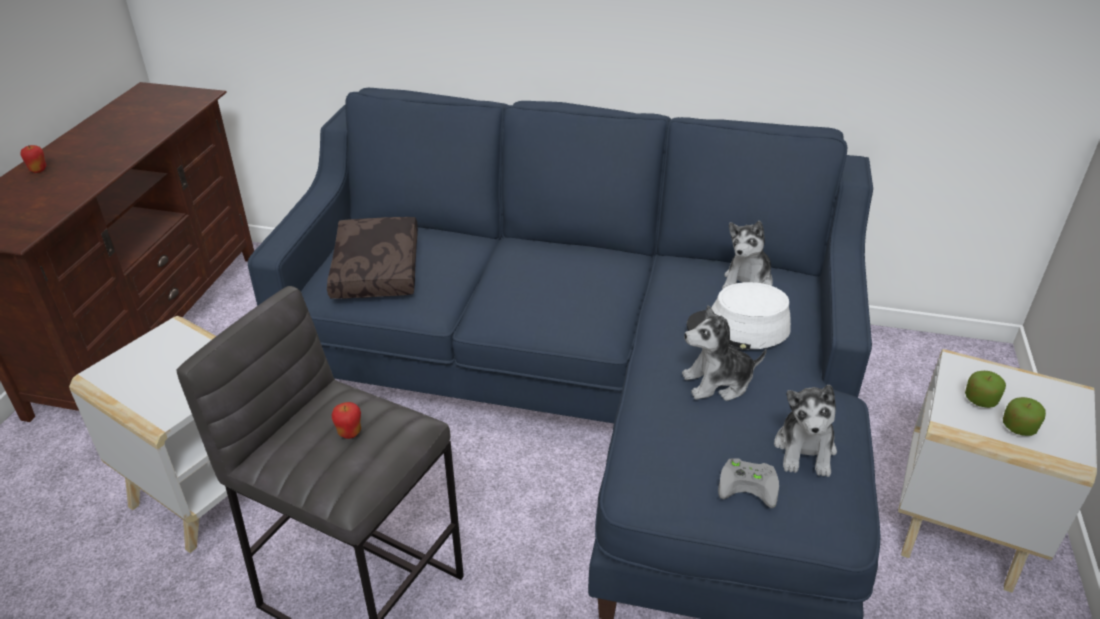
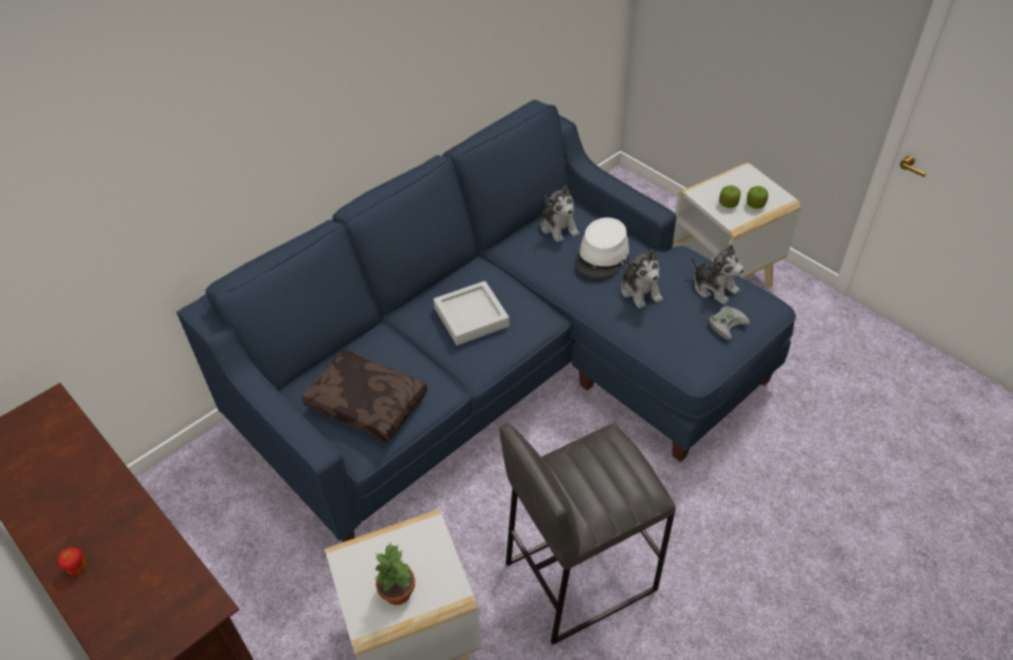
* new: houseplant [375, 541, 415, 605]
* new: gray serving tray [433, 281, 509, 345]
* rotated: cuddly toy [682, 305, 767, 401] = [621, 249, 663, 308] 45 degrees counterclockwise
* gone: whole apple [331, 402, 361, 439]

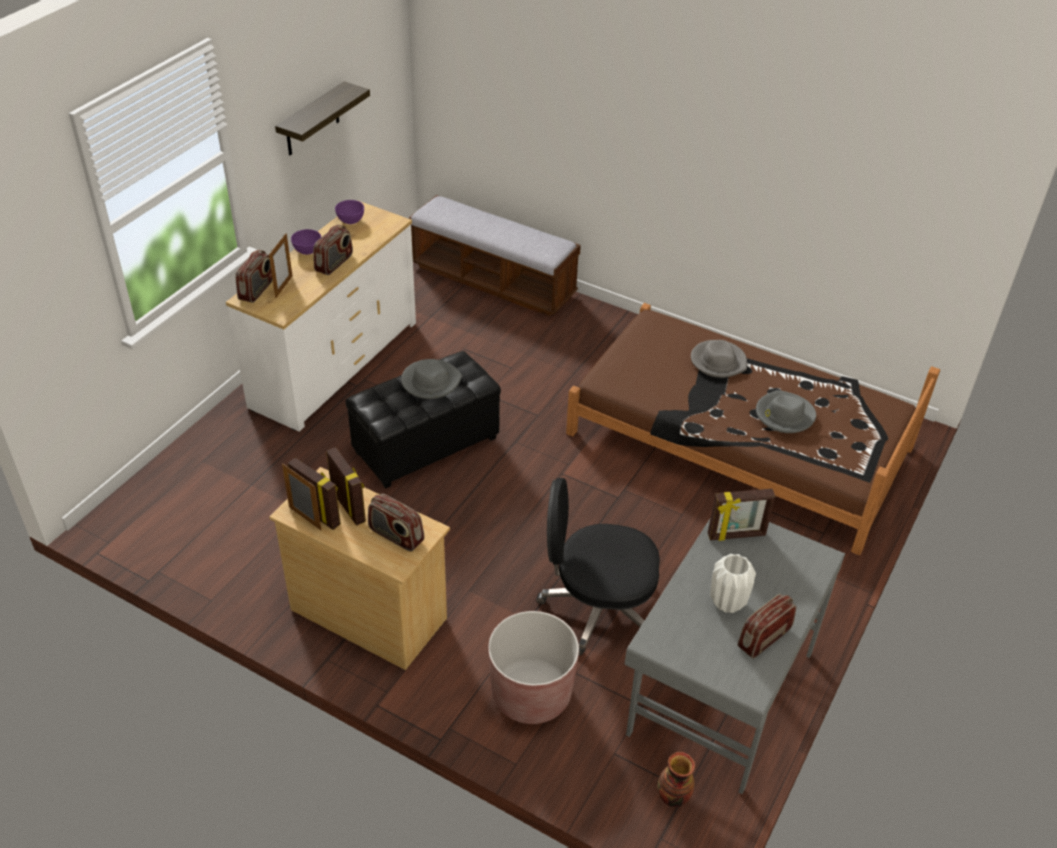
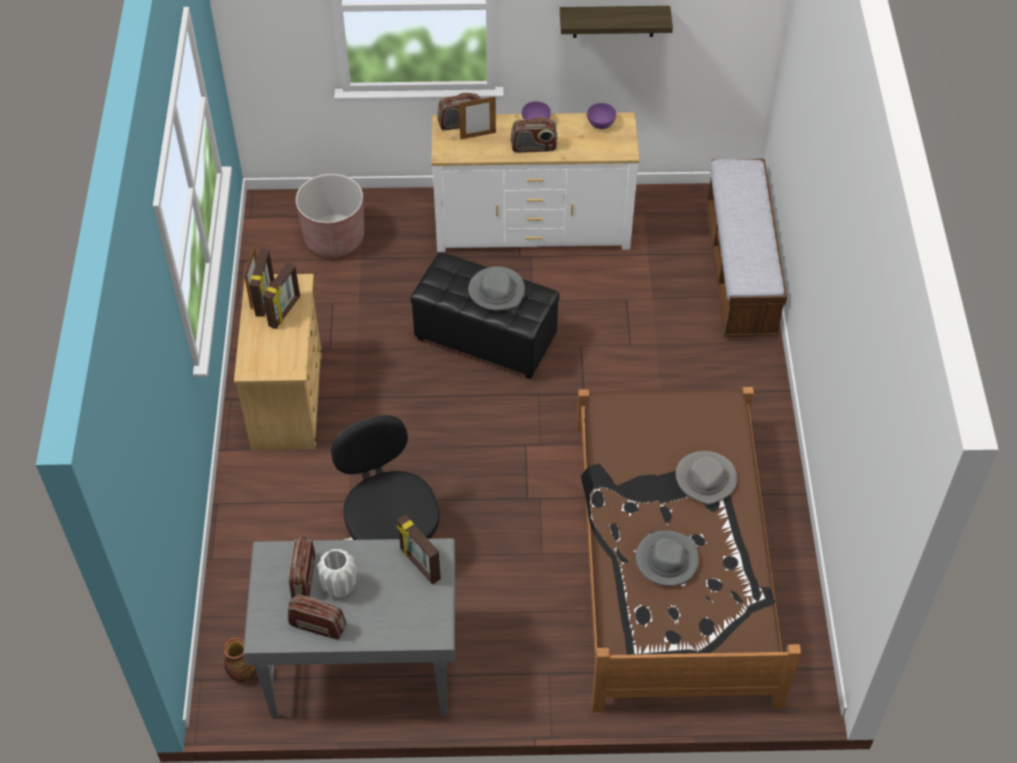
* shifted: radio [368, 494, 424, 552] to [288, 536, 315, 598]
* shifted: brown flower pot [488, 611, 579, 724] to [296, 174, 364, 258]

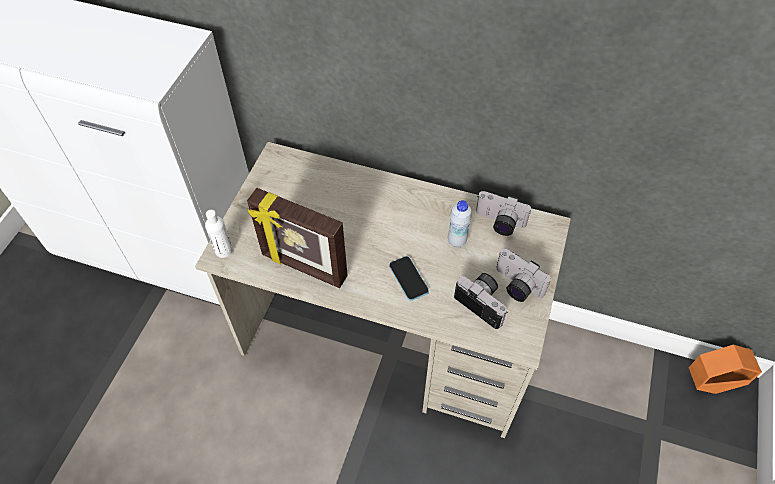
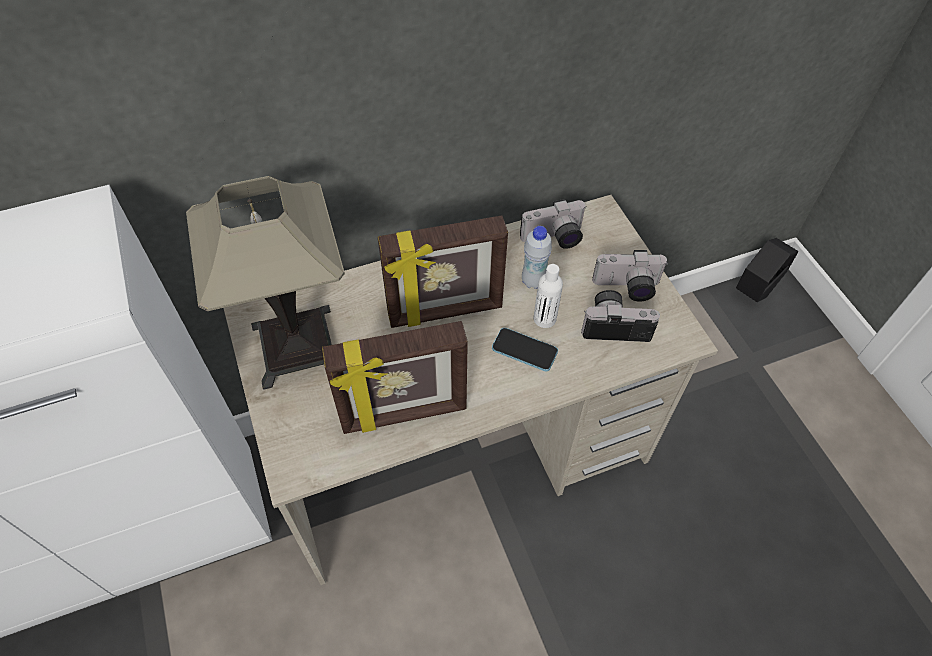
* new: table lamp [186, 176, 345, 390]
* new: standing frame [378, 216, 508, 328]
* shifted: white-coloured beverage bottle [205, 210, 233, 258] to [534, 264, 563, 328]
* repainted: orange flower pot [689, 345, 762, 394] to black-coloured flower pot [736, 238, 799, 302]

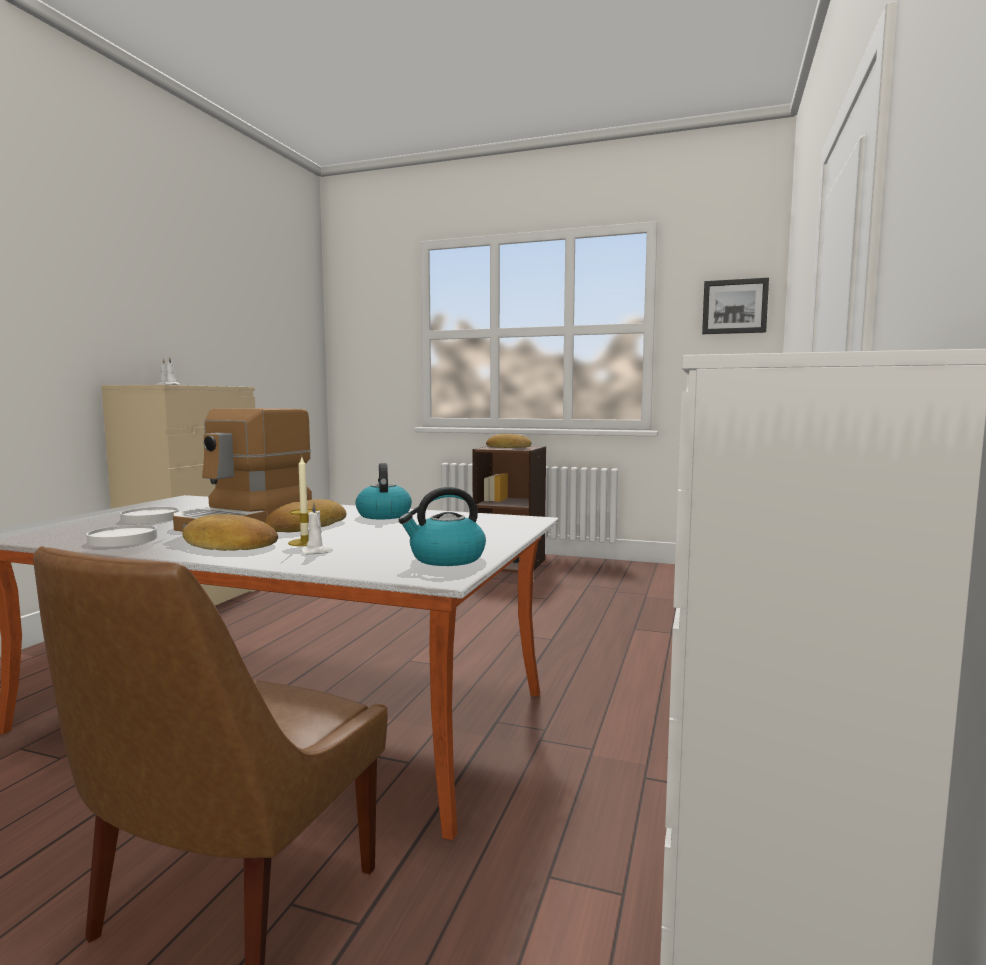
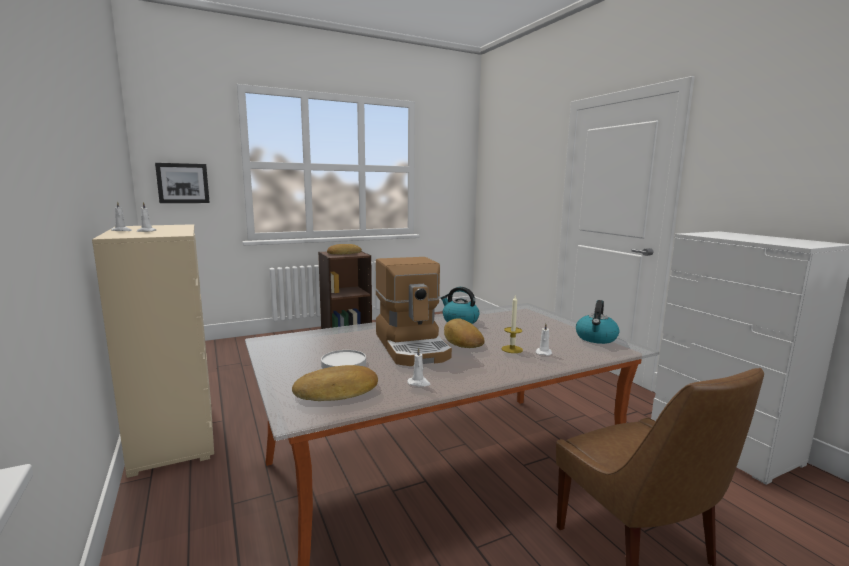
* shifted: wall picture [702, 278, 769, 334] to [155, 163, 210, 203]
* shifted: bakery bread [182, 514, 278, 551] to [292, 365, 378, 401]
* swapped: white-coloured dinner plate [87, 525, 157, 547] to white-coloured wax light [407, 347, 431, 387]

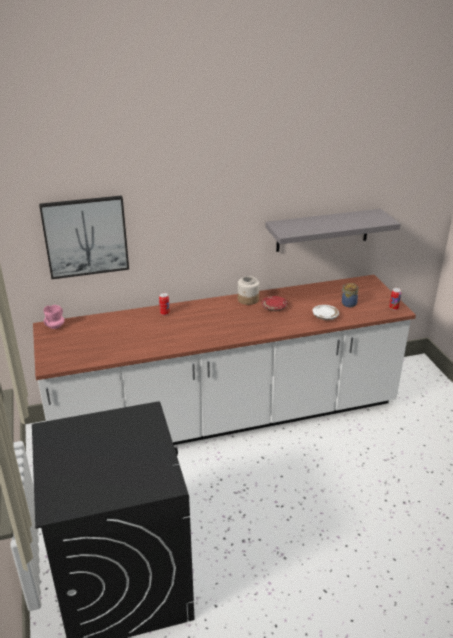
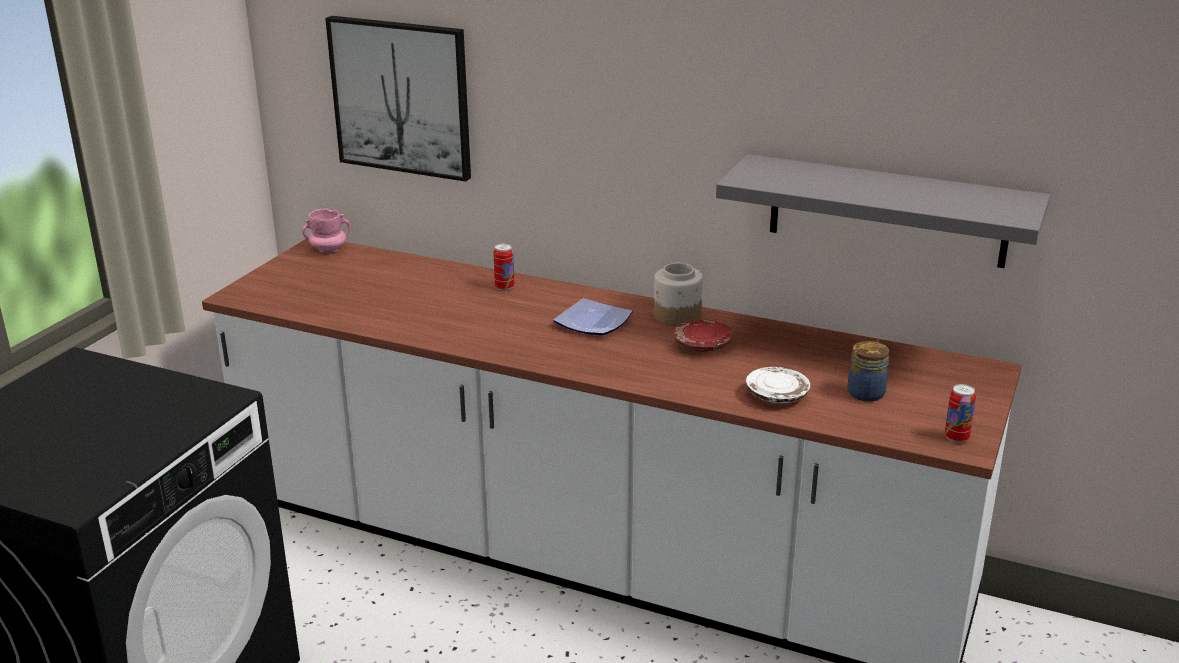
* new: dinner plate [553, 298, 632, 335]

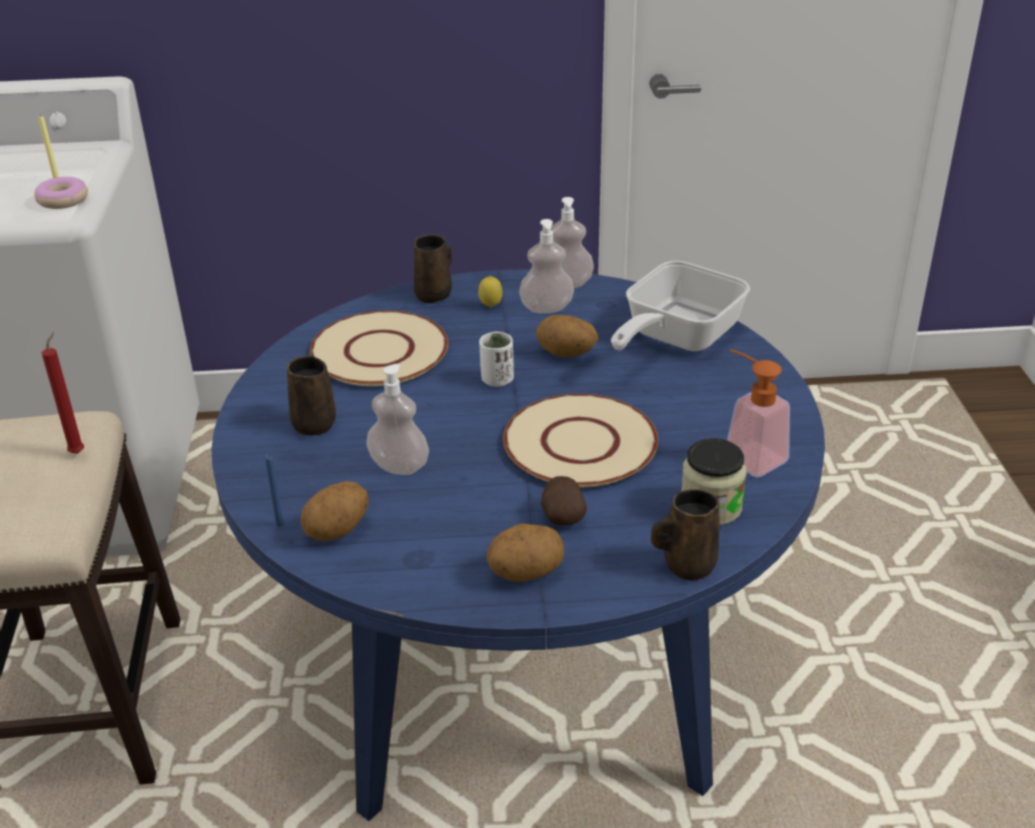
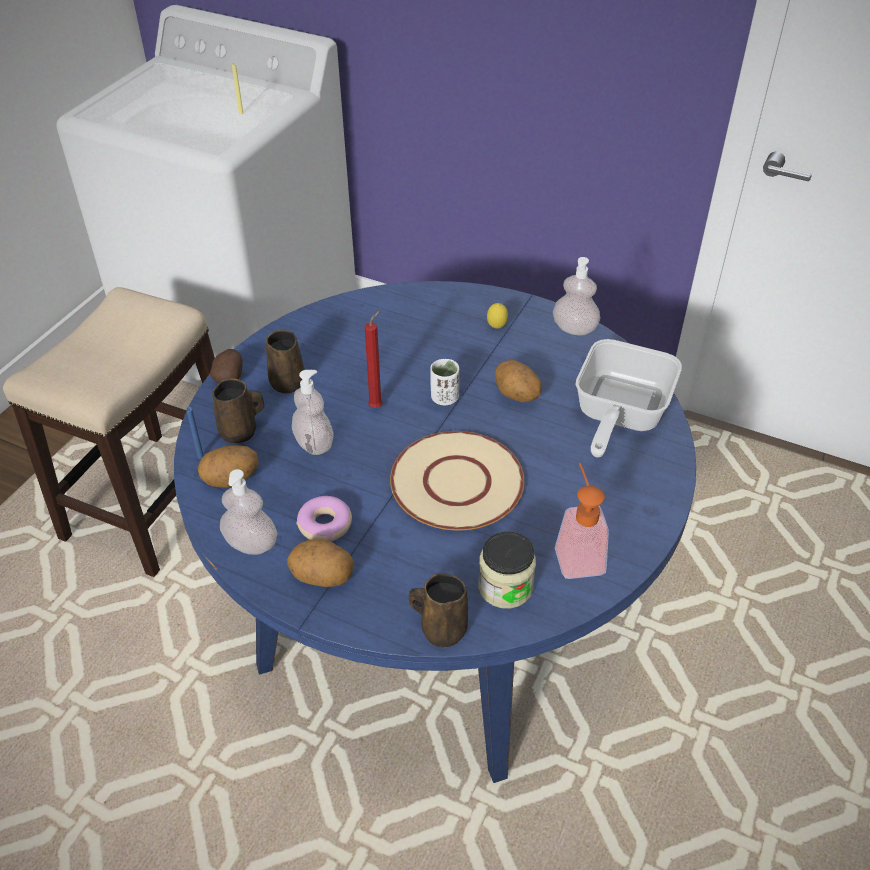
* shifted: whole potato [541, 476, 587, 525] to [210, 349, 243, 383]
* shifted: brown coffee mug [413, 235, 452, 303] to [212, 379, 264, 443]
* shifted: soap dispenser [519, 219, 574, 314] to [220, 469, 277, 555]
* shifted: doughnut [34, 177, 88, 209] to [296, 496, 352, 541]
* shifted: red wax light [42, 332, 84, 454] to [365, 310, 383, 408]
* rotated: skillet [611, 261, 750, 352] = [576, 339, 682, 457] 45 degrees counterclockwise
* gone: beige-coloured dinner plate [310, 311, 448, 386]

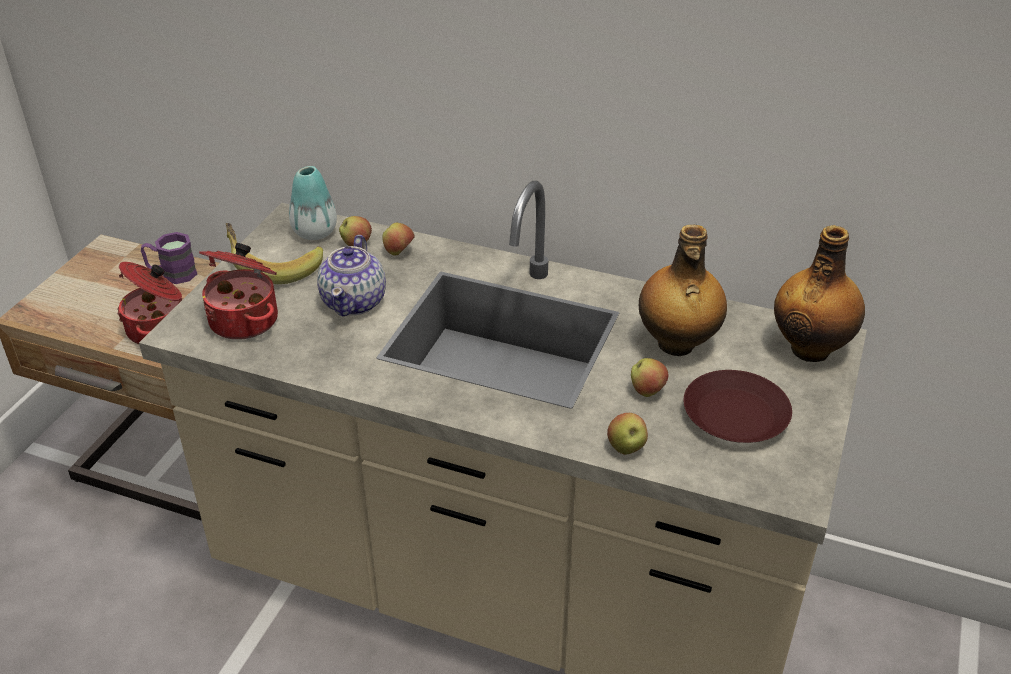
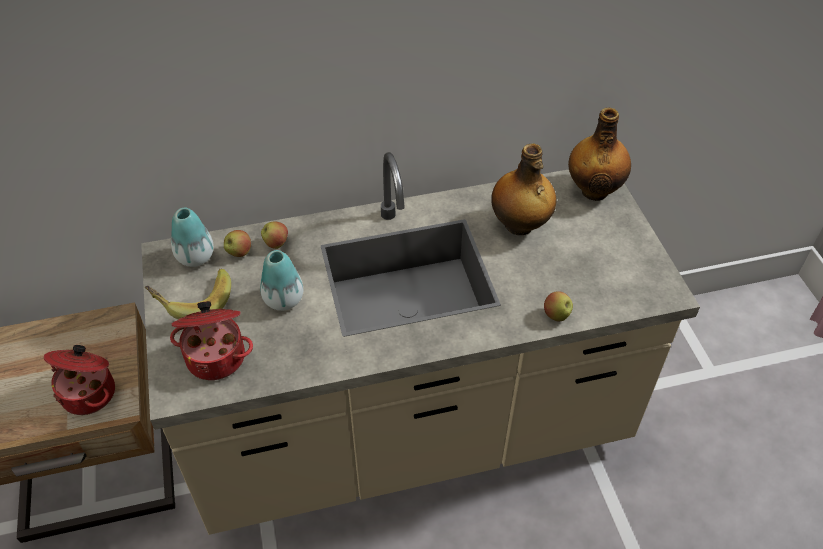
* swapped: pot for tea [317, 235, 386, 317] to flower vase [260, 250, 304, 311]
* gone: purplish coffee mug [141, 232, 197, 284]
* gone: whole apple [631, 358, 669, 397]
* gone: brown dinner plate [683, 370, 792, 443]

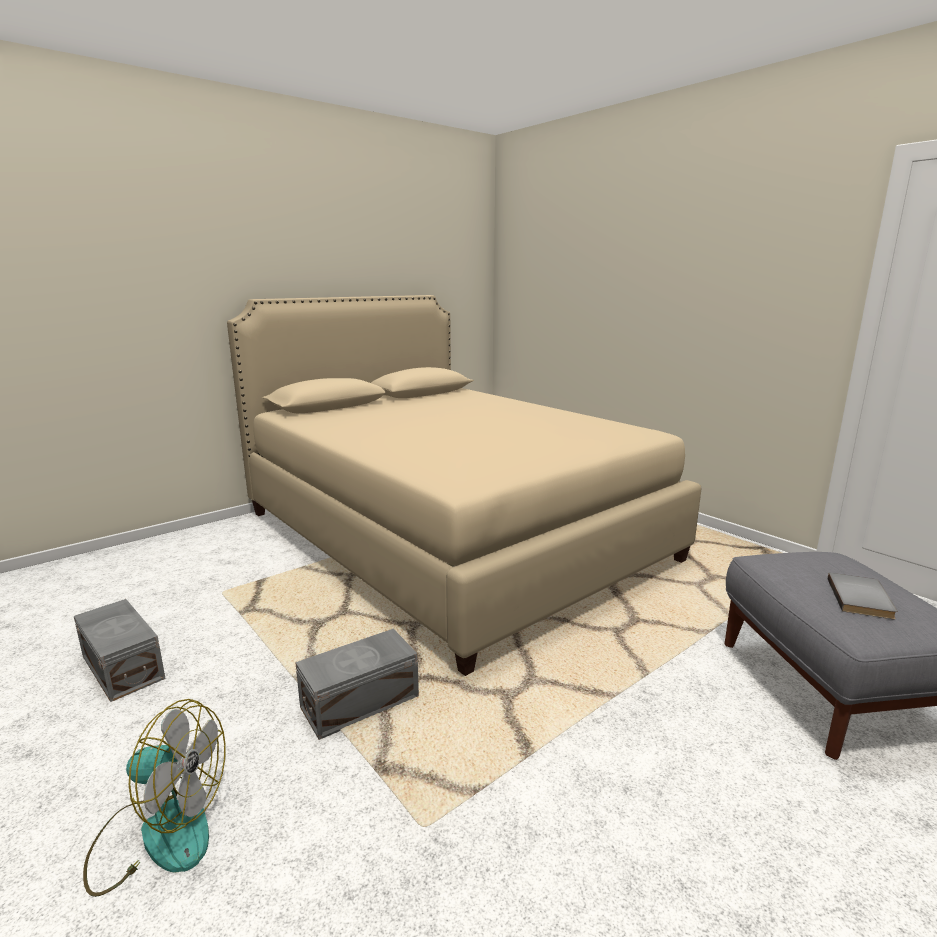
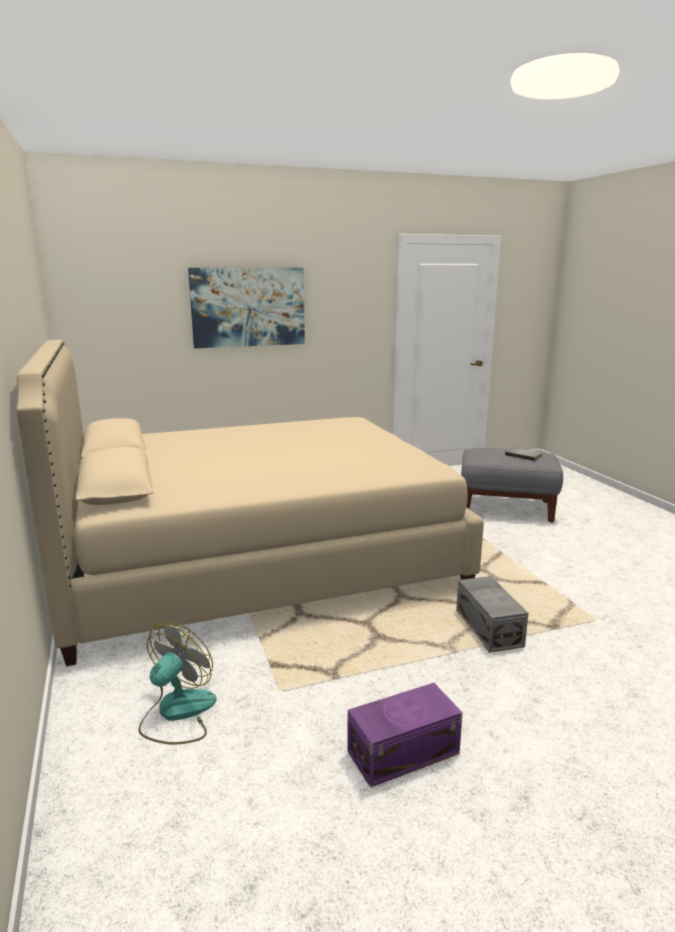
* shifted: cooling fan [83, 699, 226, 897] to [138, 622, 217, 745]
* new: wall picture [188, 268, 305, 348]
* repainted: gray storage bin [74, 599, 166, 702] to purplish storage bin [347, 683, 463, 788]

